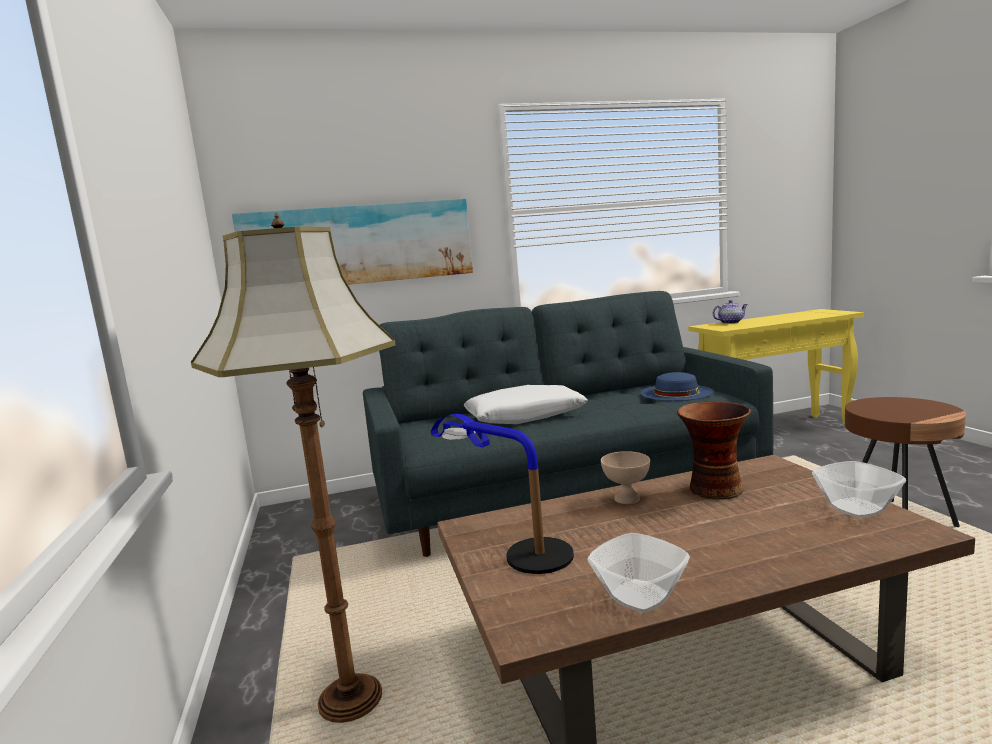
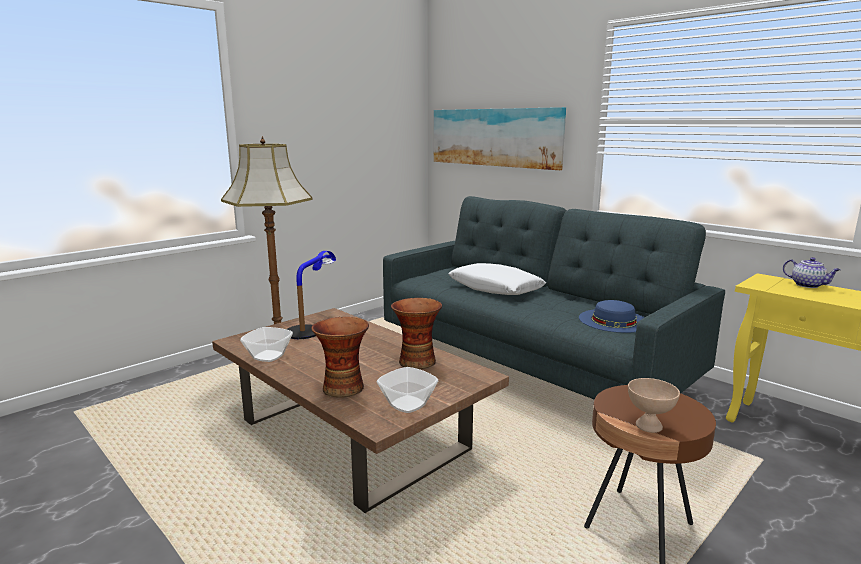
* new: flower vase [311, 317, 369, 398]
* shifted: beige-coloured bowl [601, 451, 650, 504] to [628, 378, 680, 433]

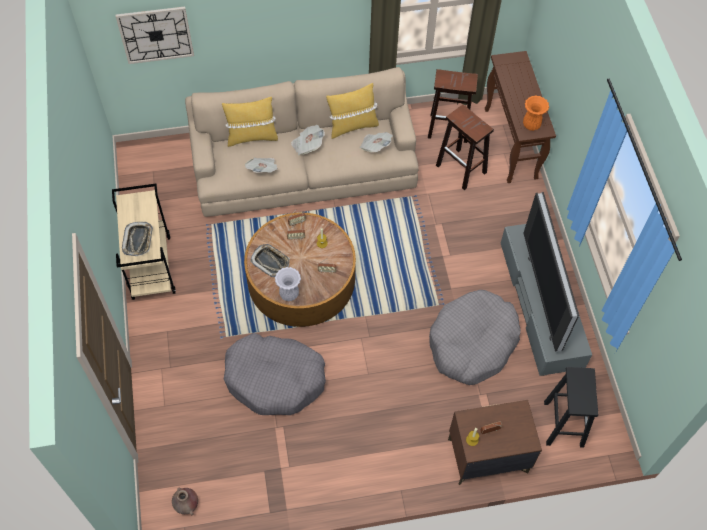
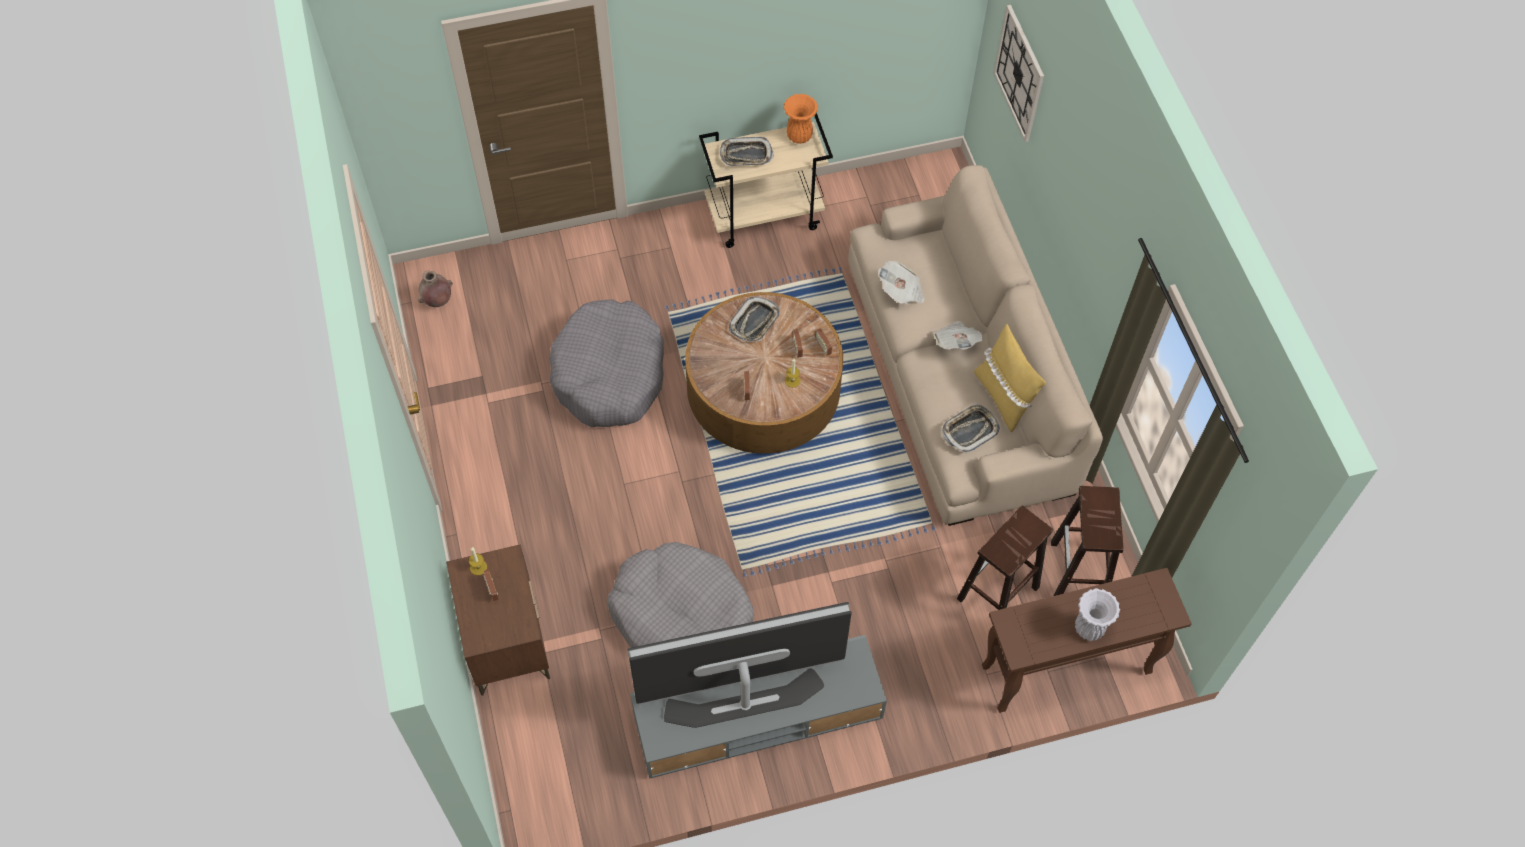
* shifted: orange flower vase [523, 95, 549, 131] to [784, 94, 818, 144]
* swapped: daily paper [359, 132, 393, 153] to serving tray [942, 403, 1000, 454]
* shifted: white-coloured flower vase [275, 267, 301, 301] to [1075, 588, 1120, 641]
* gone: yellow-coloured throw pillow [222, 97, 278, 147]
* gone: black-coloured stool seat [544, 367, 598, 448]

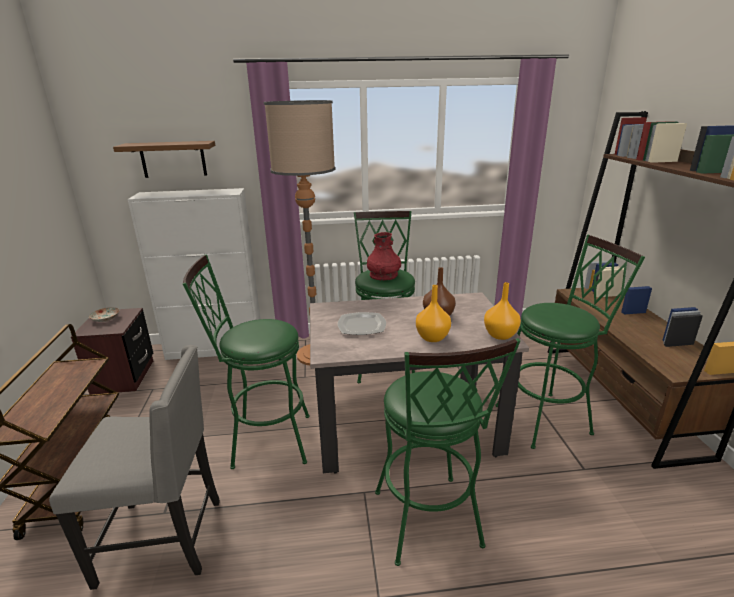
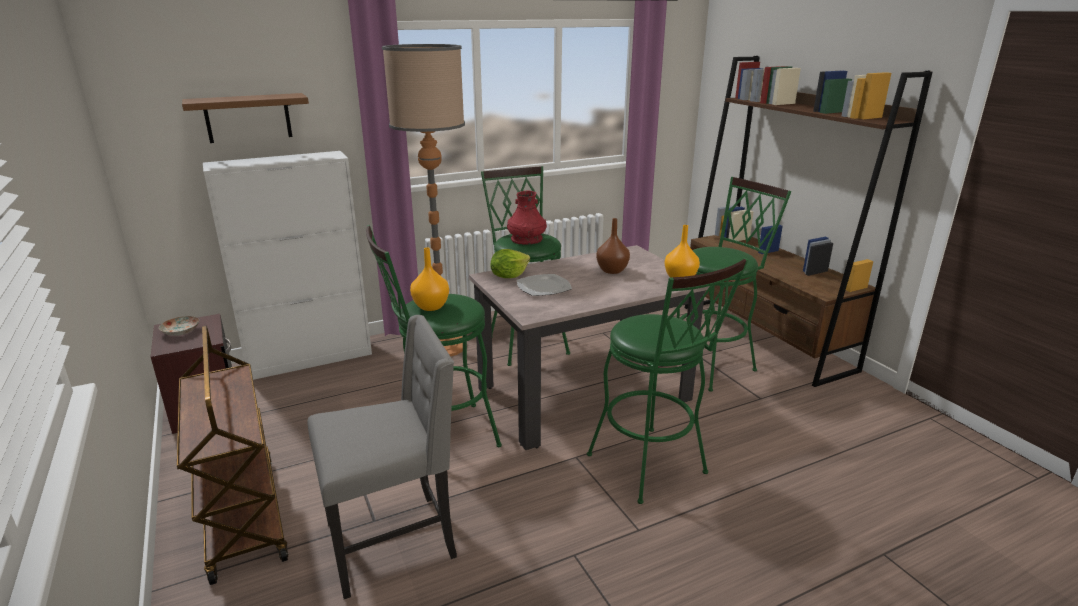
* shifted: orange flower vase [416, 285, 451, 342] to [410, 247, 449, 311]
* new: head of lettuce [490, 249, 530, 278]

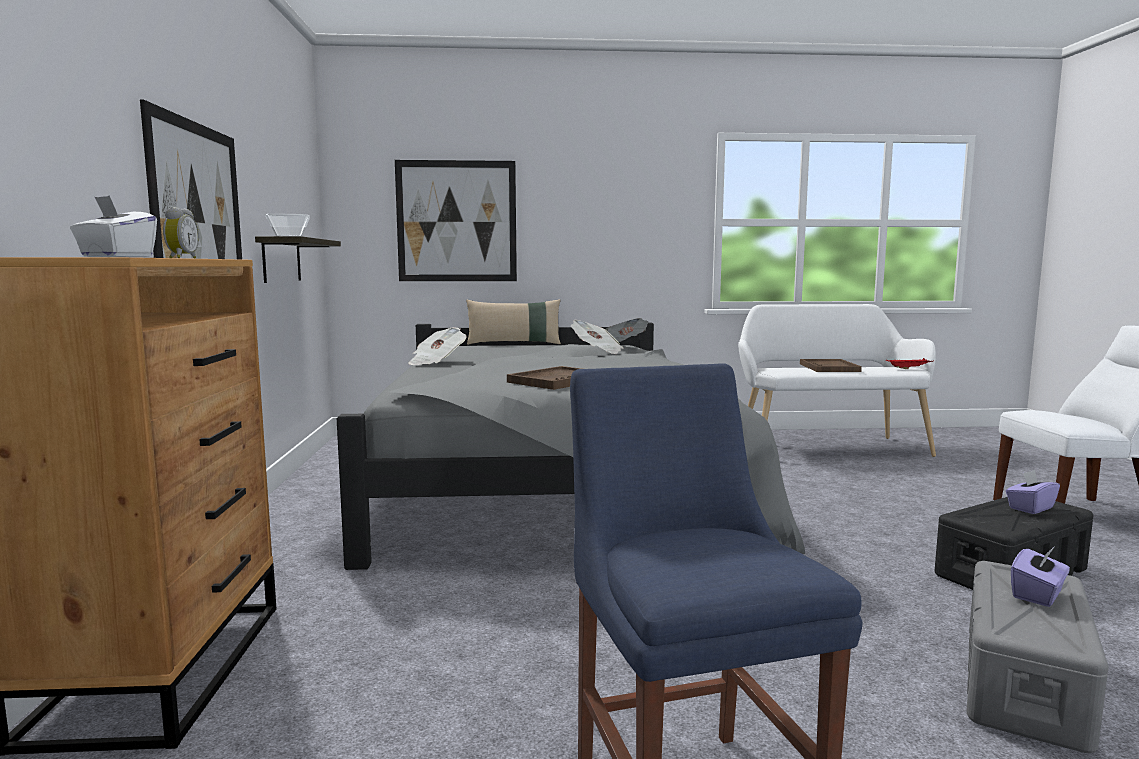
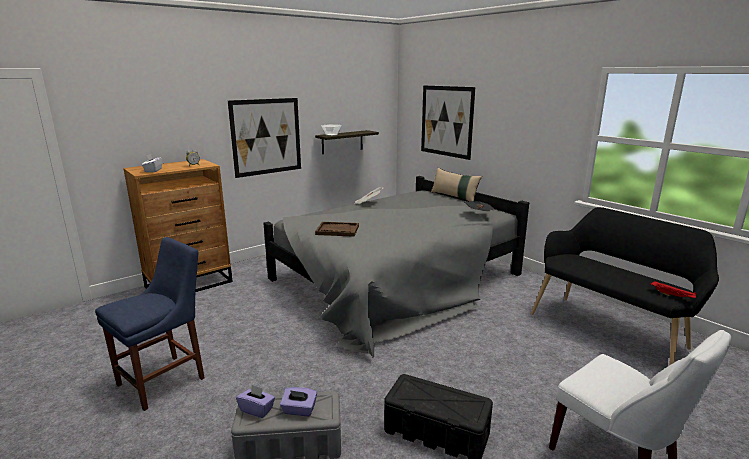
* shifted: purplish tissue holder [1006, 470, 1060, 514] to [236, 385, 275, 418]
* repainted: white-coloured indoor bench [738, 304, 936, 457] to black-coloured indoor bench [531, 207, 719, 366]
* gone: daily paper [571, 320, 624, 354]
* gone: brown serving tray [800, 359, 862, 372]

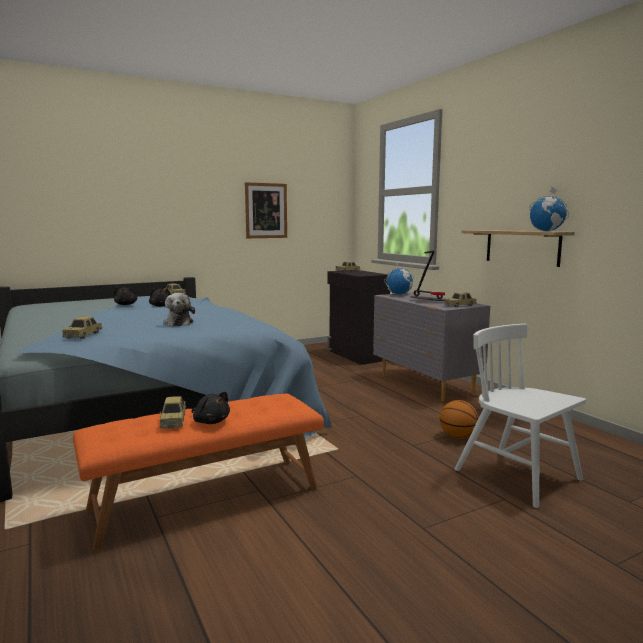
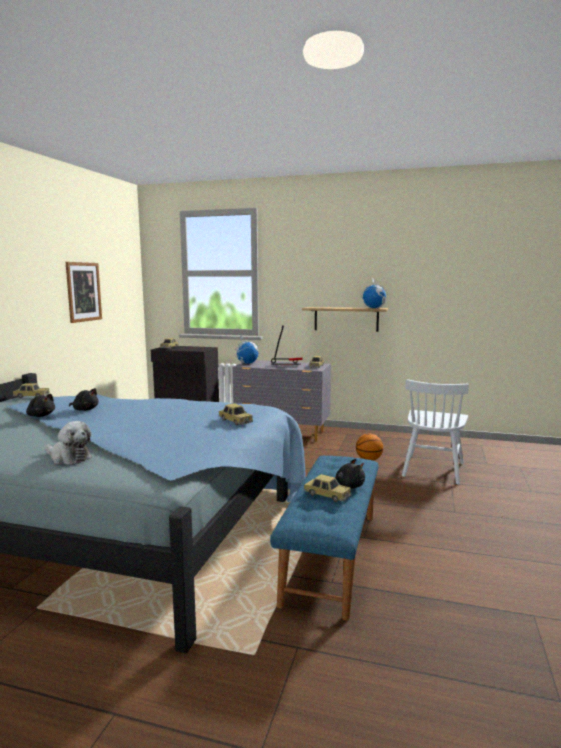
* shifted: cuddly toy [163, 293, 195, 326] to [45, 421, 92, 465]
* shifted: miniature car [62, 316, 102, 339] to [219, 404, 253, 425]
* repainted: orange indoor bench [73, 393, 324, 551] to blue-coloured indoor bench [270, 456, 378, 621]
* rotated: white-coloured upright chair [455, 324, 586, 508] = [402, 379, 469, 485] 75 degrees counterclockwise

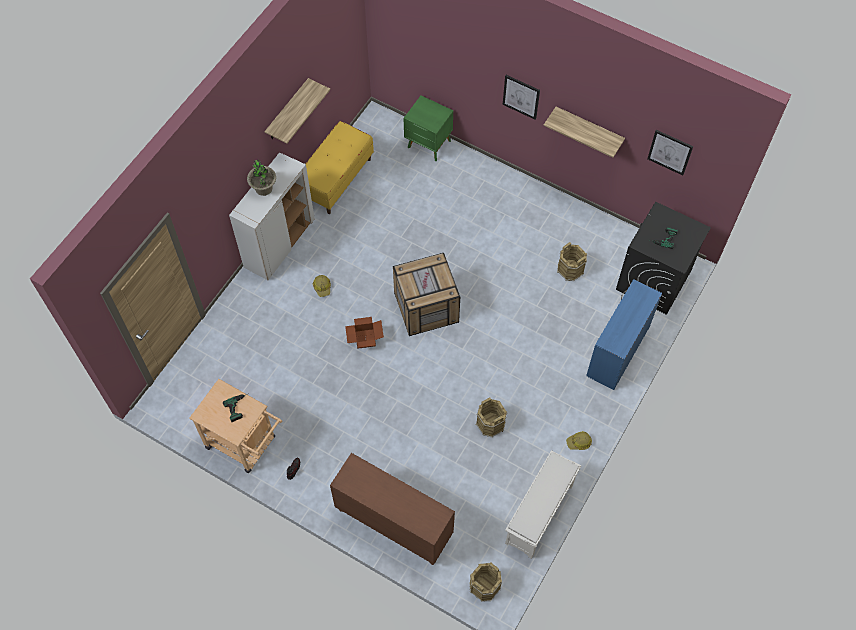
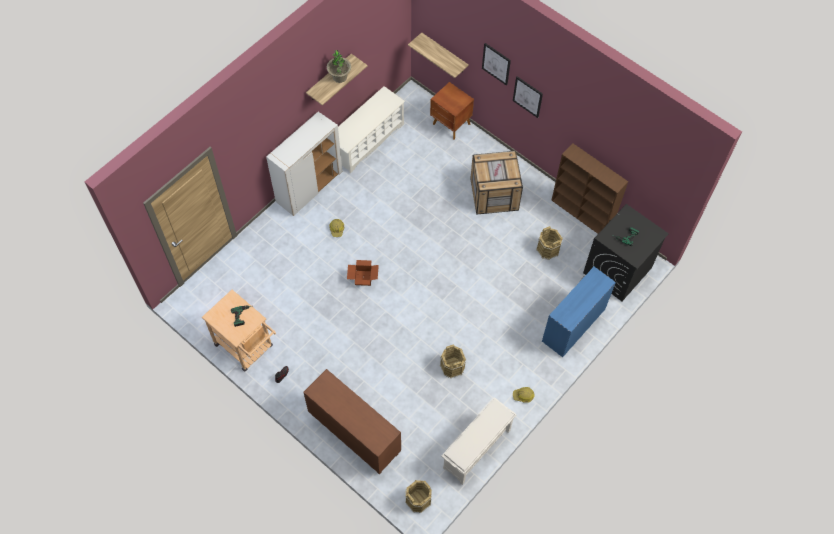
* shifted: houseplant [247, 160, 276, 196] to [327, 50, 351, 83]
* swapped: yellow-coloured indoor bench [306, 121, 374, 214] to white-coloured shoe stand [338, 86, 405, 173]
* shifted: shelf [544, 107, 625, 158] to [408, 33, 469, 78]
* repainted: green nightstand [404, 95, 453, 161] to brown nightstand [430, 82, 474, 139]
* shifted: packing crate [393, 253, 460, 336] to [470, 151, 523, 215]
* shifted: wall picture [647, 130, 693, 175] to [482, 43, 511, 86]
* new: brown bookshelf [552, 144, 628, 234]

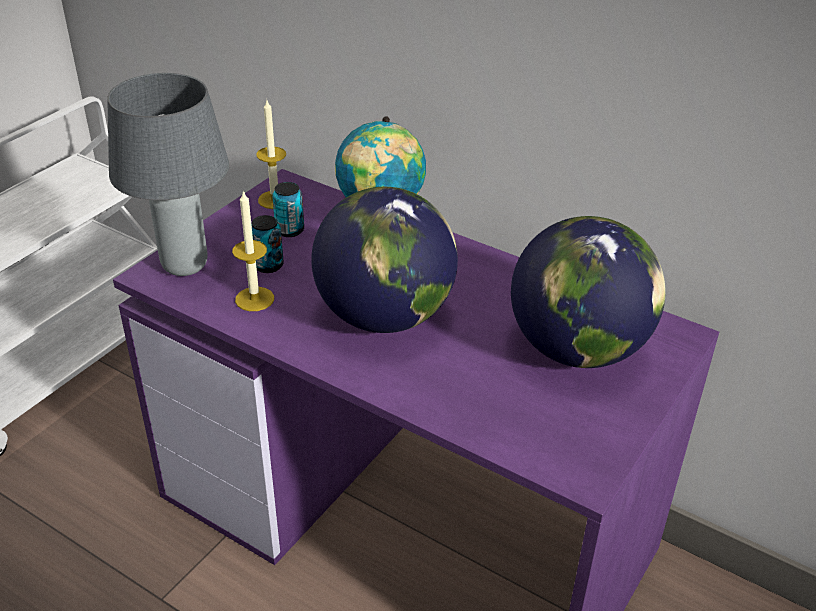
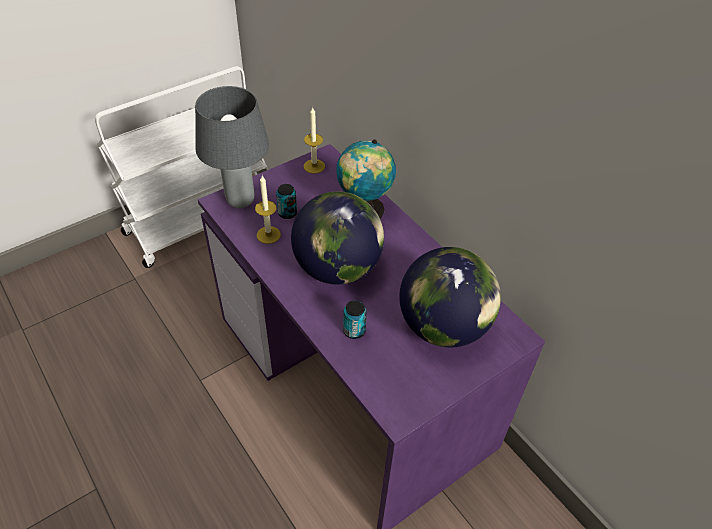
* shifted: can [272, 182, 304, 237] to [343, 300, 367, 339]

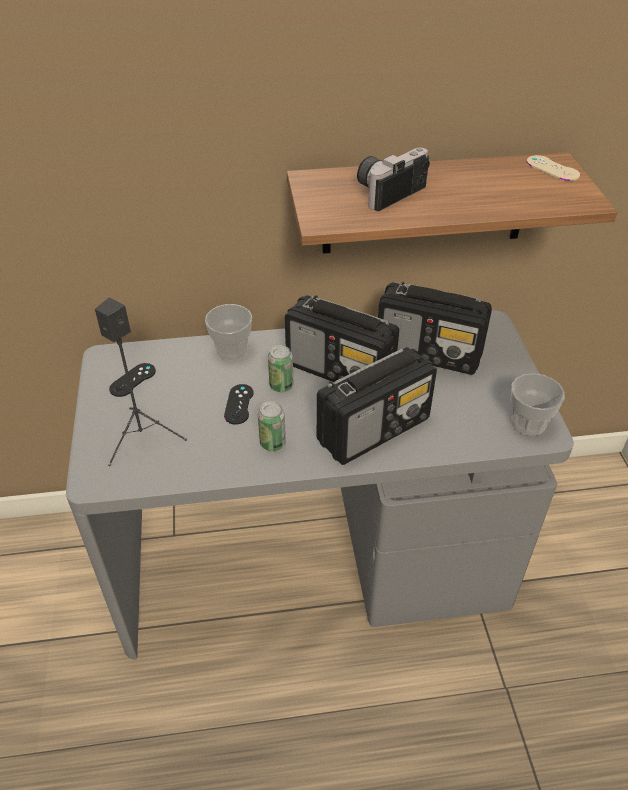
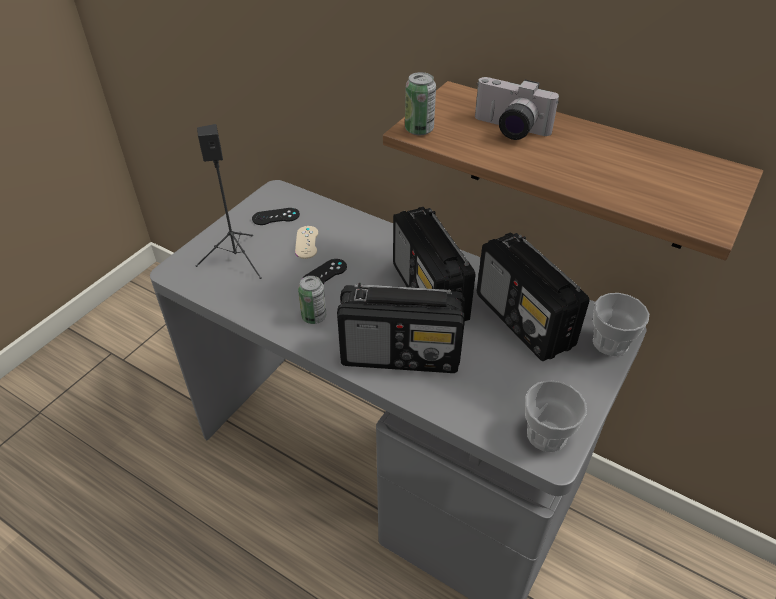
* shifted: beige-coloured game controller [527, 155, 580, 181] to [295, 226, 318, 259]
* shifted: can [268, 345, 293, 392] to [405, 72, 436, 135]
* rotated: still camera [357, 148, 430, 211] = [475, 77, 559, 140] 150 degrees counterclockwise
* shifted: drinking cup [205, 304, 252, 360] to [593, 293, 649, 356]

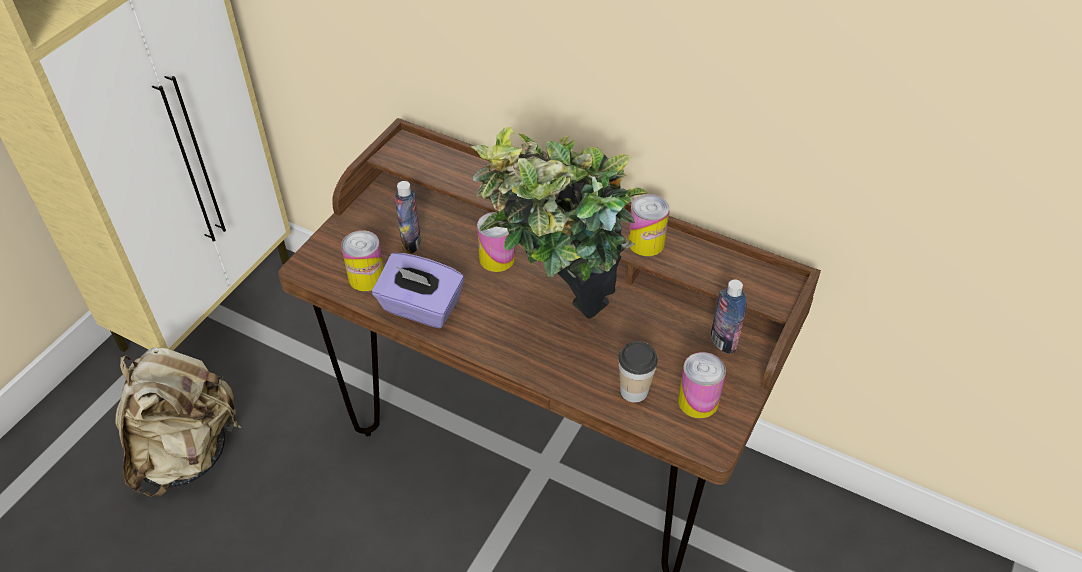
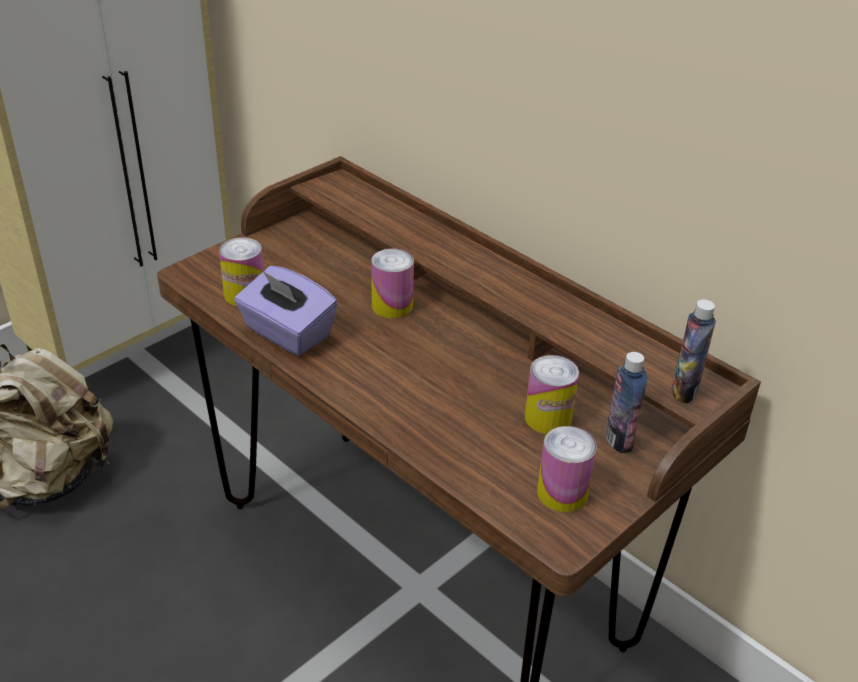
* shifted: can [628, 194, 669, 256] to [525, 355, 579, 434]
* shifted: beverage bottle [395, 181, 421, 254] to [672, 299, 716, 403]
* gone: houseplant [470, 127, 647, 319]
* gone: drinking cup [618, 341, 658, 403]

